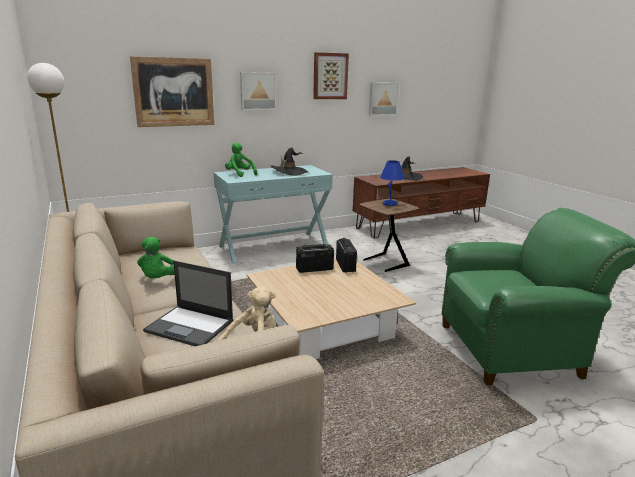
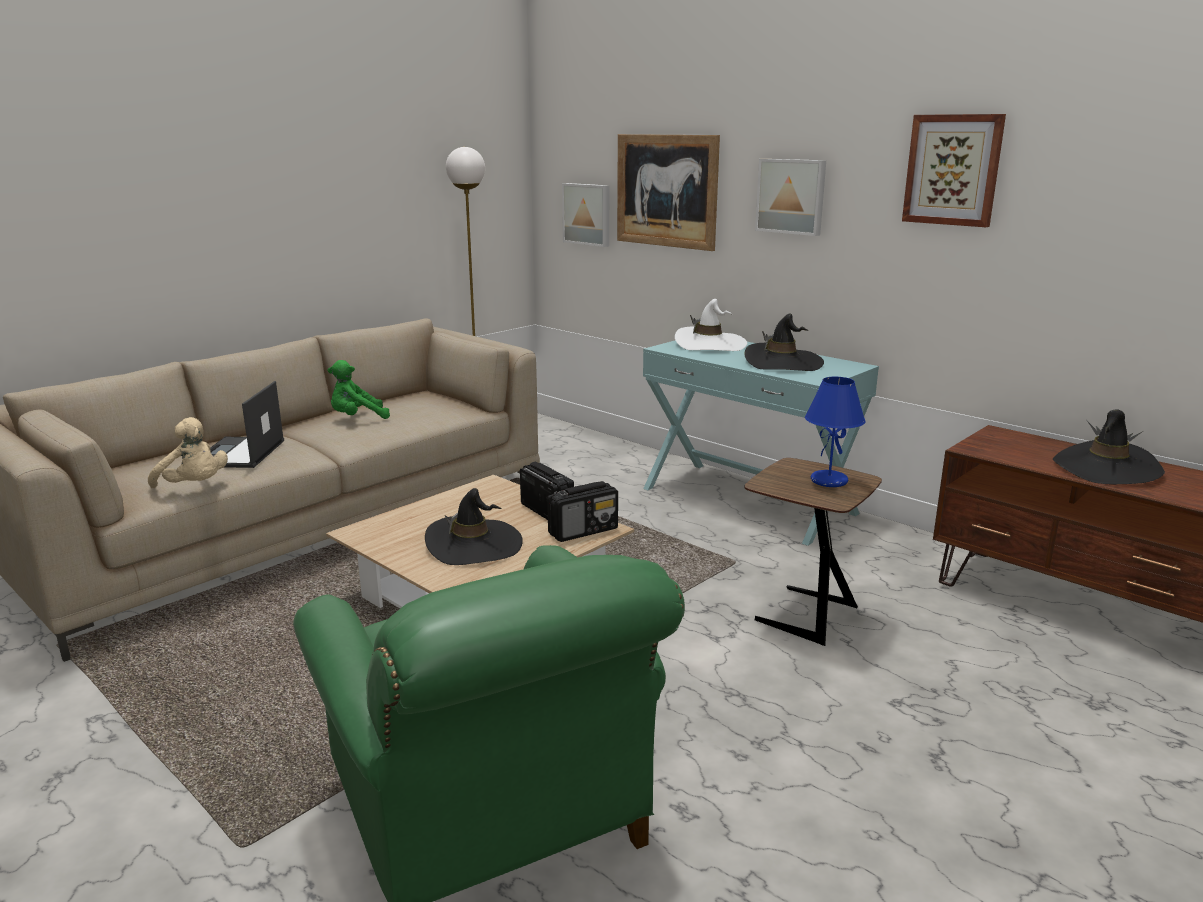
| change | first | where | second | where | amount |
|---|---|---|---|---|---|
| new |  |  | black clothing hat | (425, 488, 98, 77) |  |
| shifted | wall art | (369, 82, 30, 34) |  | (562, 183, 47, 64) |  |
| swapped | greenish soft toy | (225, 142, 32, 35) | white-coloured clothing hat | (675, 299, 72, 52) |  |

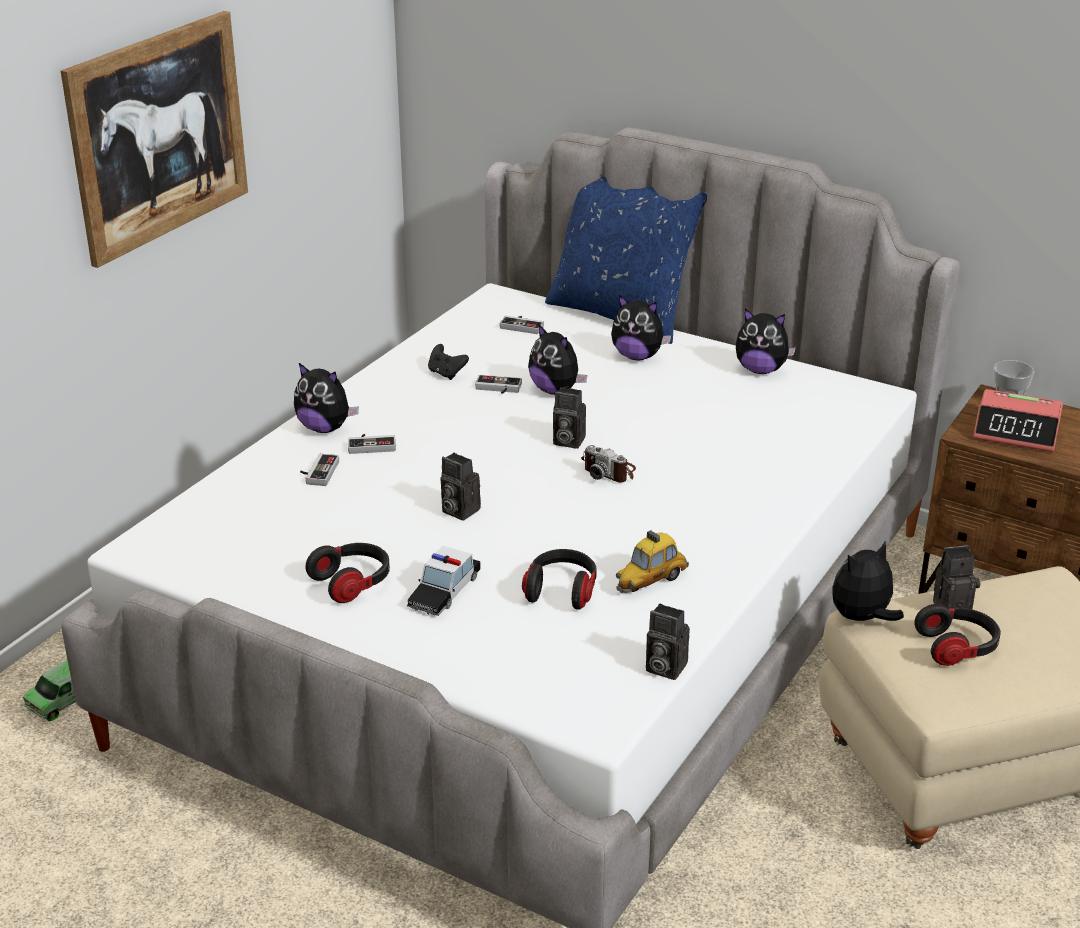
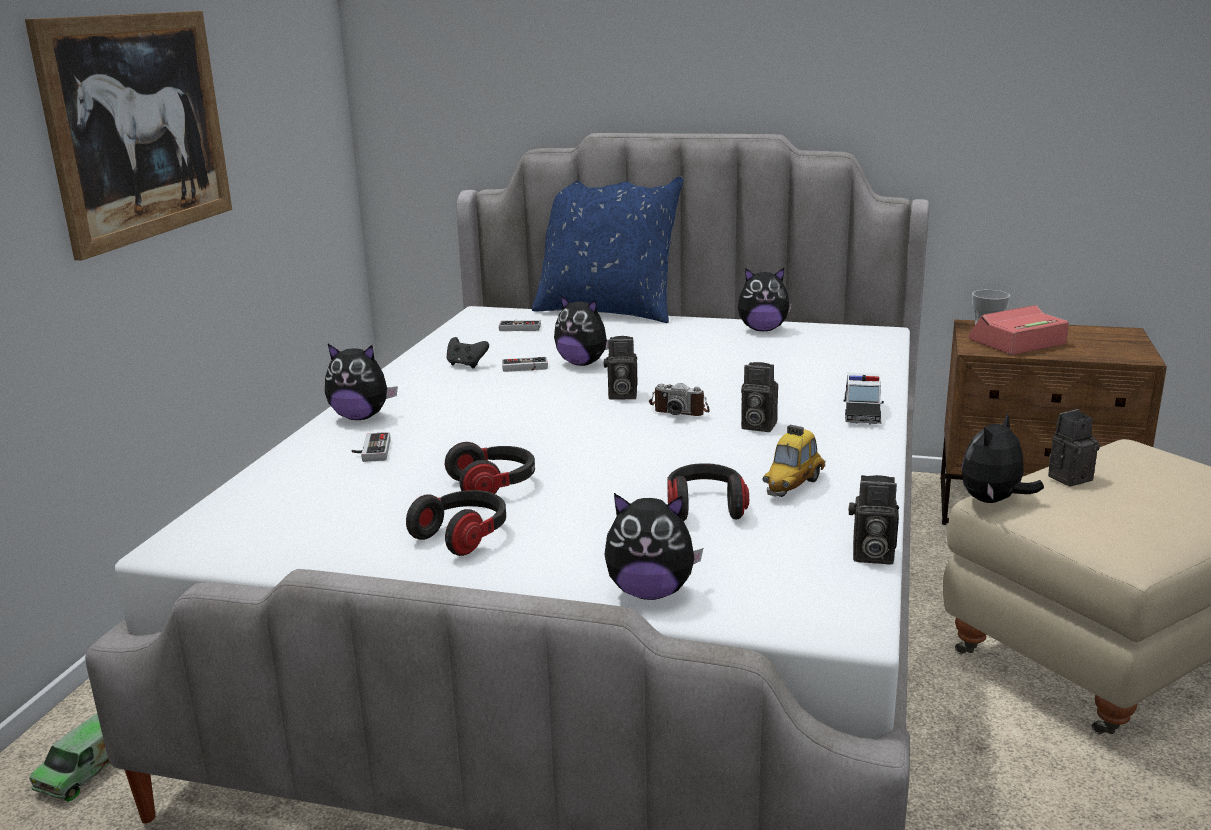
| change | first | where | second | where | amount |
|---|---|---|---|---|---|
| gone | gamepad | (348, 434, 48, 20) |  |  |  |
| shifted | model car | (407, 546, 74, 70) |  | (843, 373, 41, 51) |  |
| shifted | still camera | (441, 453, 40, 68) |  | (741, 362, 37, 70) |  |
| shifted | soft toy | (611, 295, 61, 65) |  | (604, 493, 99, 107) |  |
| shifted | headset | (914, 604, 87, 62) |  | (445, 442, 90, 52) |  |
| rotated | alarm clock | (973, 389, 90, 63) |  | (968, 305, 101, 50) | 150 degrees clockwise |

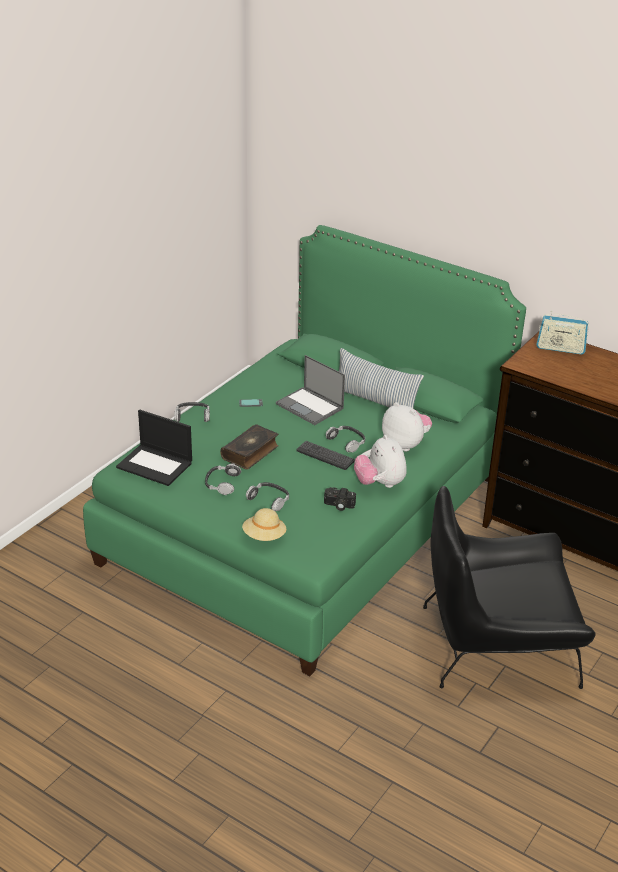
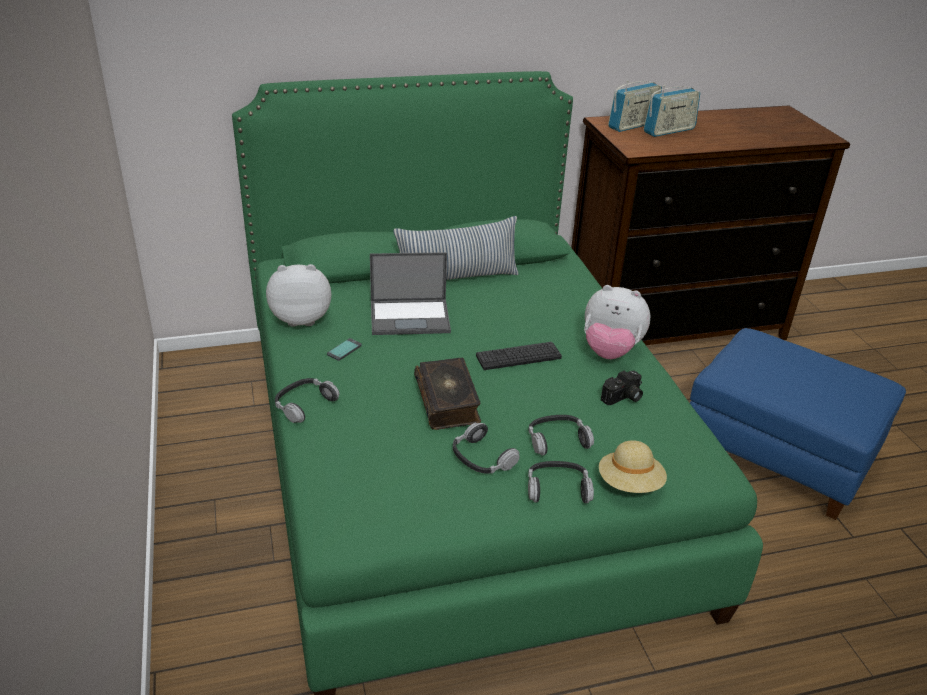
| change | first | where | second | where | amount |
|---|---|---|---|---|---|
| gone | laptop | (116, 409, 76, 77) |  |  |  |
| new |  |  | radio | (644, 85, 56, 52) |  |
| shifted | headset | (326, 426, 39, 26) |  | (528, 461, 66, 42) |  |
| shifted | soft toy | (382, 402, 50, 49) |  | (266, 264, 66, 63) |  |
| swapped | black lounge chair | (423, 486, 173, 203) | bluish footrest | (690, 328, 216, 192) |  |

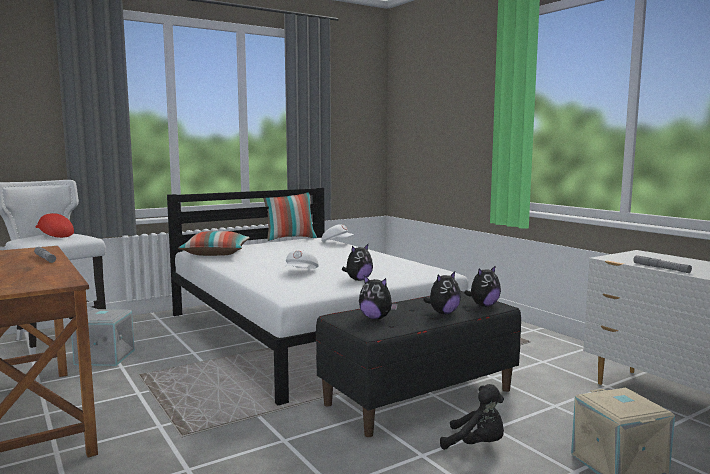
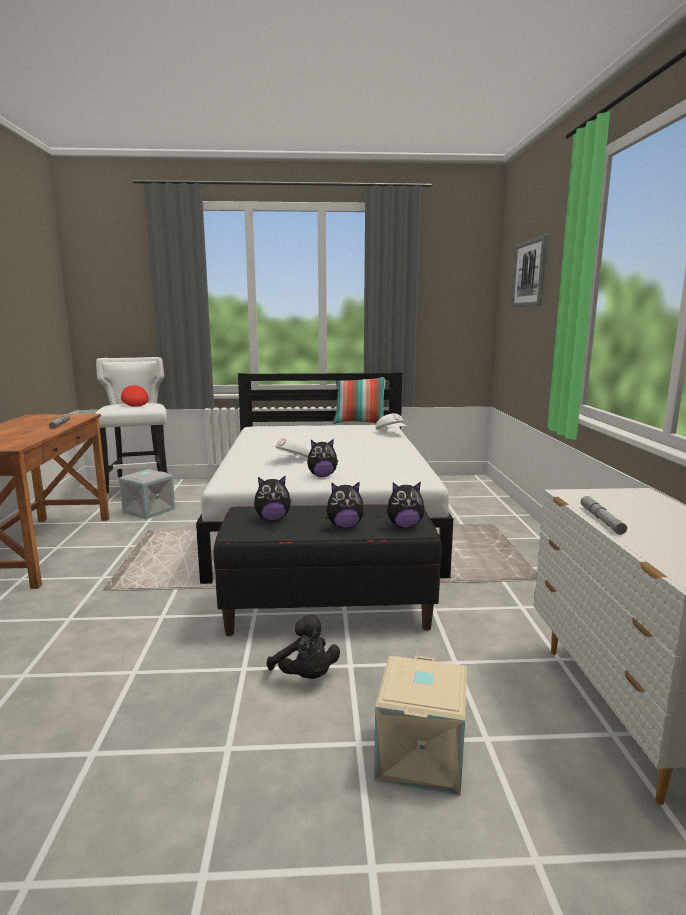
| change | first | where | second | where | amount |
|---|---|---|---|---|---|
| gone | pillow | (178, 231, 72, 25) |  |  |  |
| new |  |  | wall art | (511, 235, 37, 72) |  |
| rotated | soft toy | (359, 275, 39, 45) |  | (254, 476, 38, 45) | 75 degrees counterclockwise |

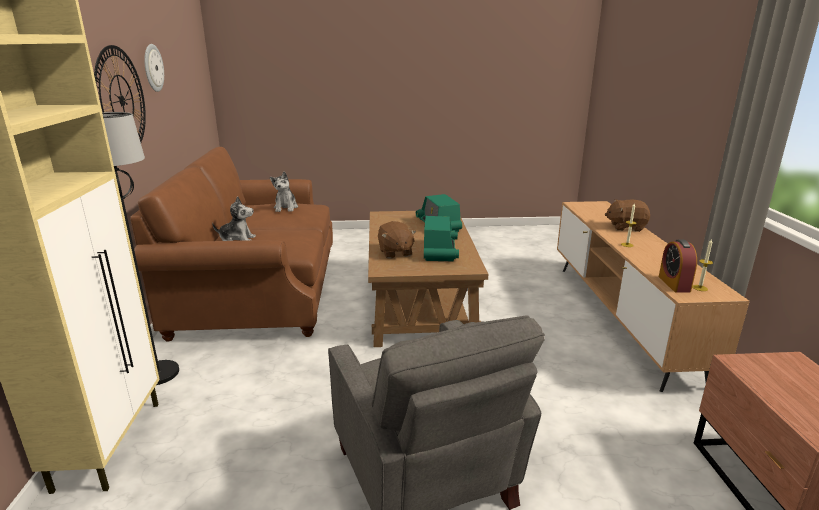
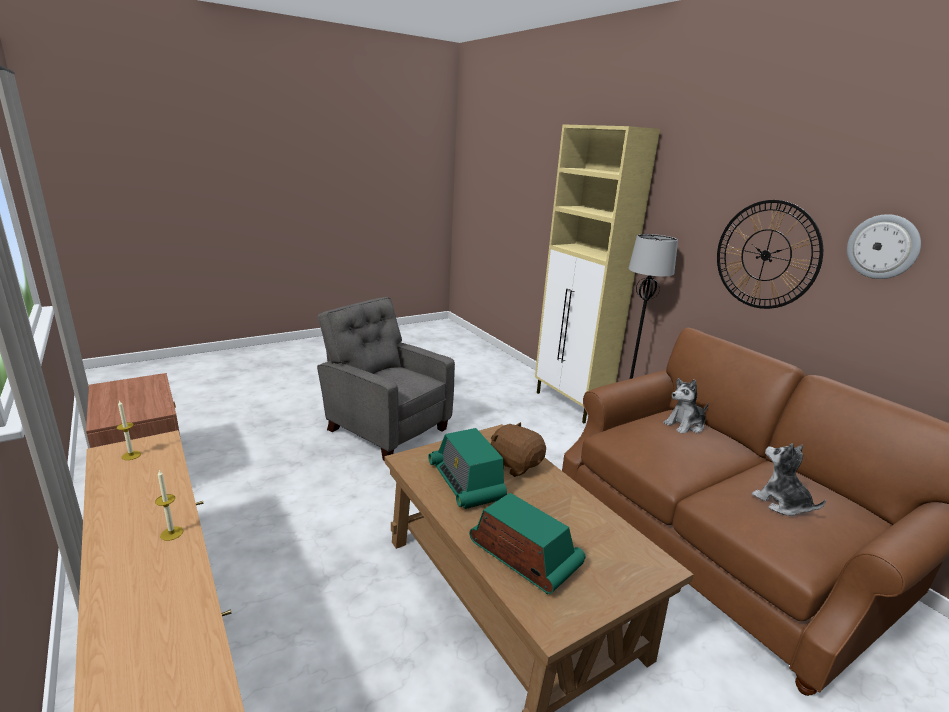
| change | first | where | second | where | amount |
|---|---|---|---|---|---|
| gone | brown soft toy | (605, 199, 45, 33) |  |  |  |
| gone | alarm clock | (659, 240, 38, 52) |  |  |  |

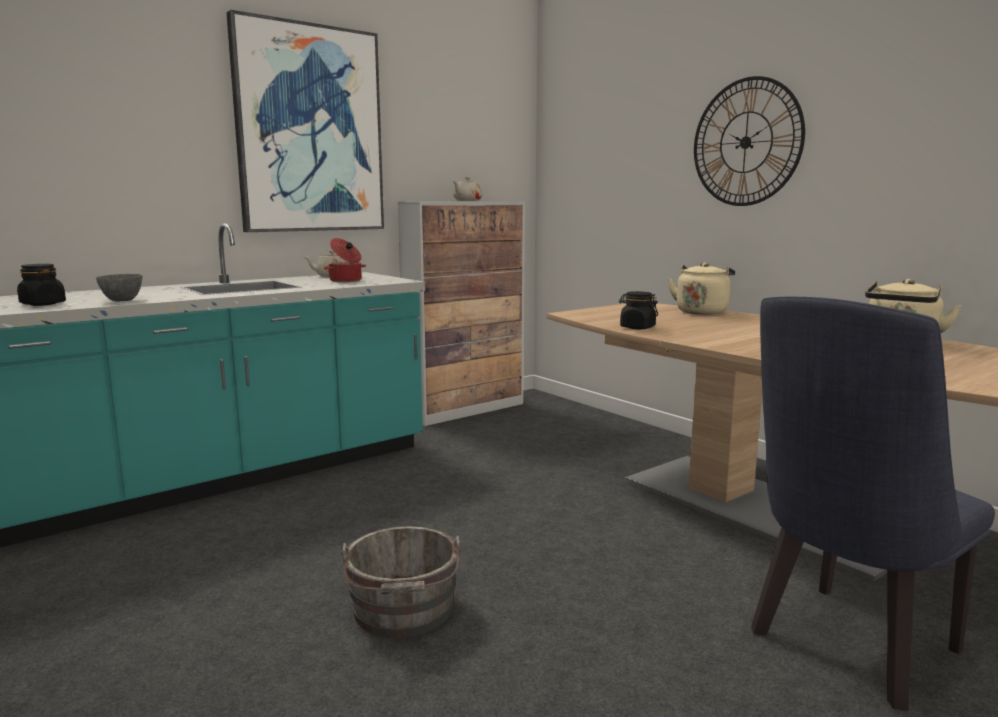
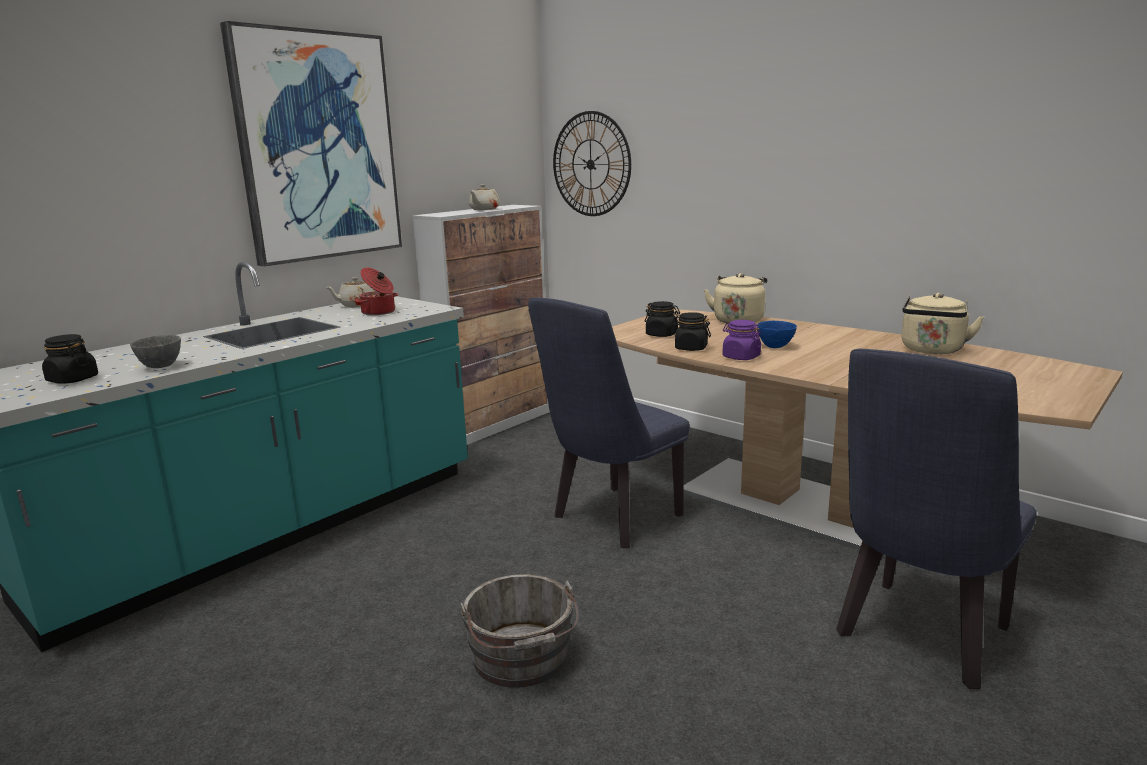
| change | first | where | second | where | amount |
|---|---|---|---|---|---|
| new |  |  | bluish upright chair | (528, 298, 162, 250) |  |
| new |  |  | black jar | (645, 301, 35, 36) |  |
| new |  |  | purple jar | (723, 320, 39, 40) |  |
| new |  |  | bluish bowl | (758, 321, 39, 27) |  |
| shifted | wall clock | (694, 76, 111, 130) |  | (553, 111, 78, 105) |  |

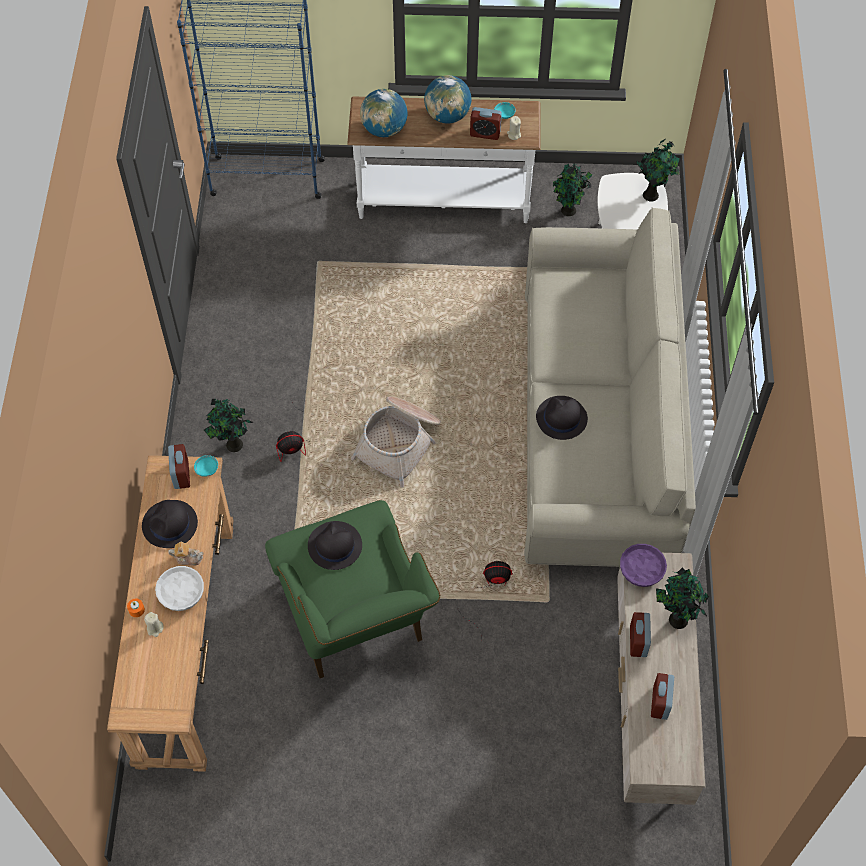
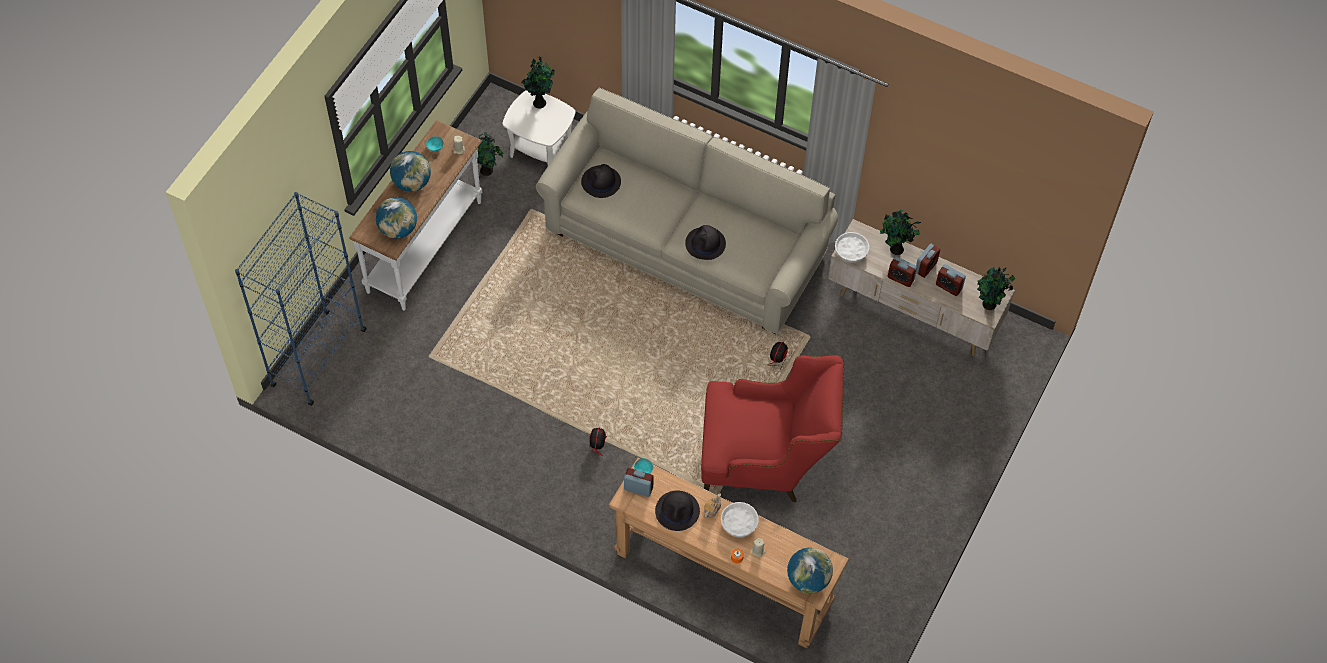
| change | first | where | second | where | amount |
|---|---|---|---|---|---|
| gone | household basket | (351, 396, 90, 92) |  |  |  |
| new |  |  | world globe | (787, 547, 46, 46) |  |
| shifted | potted plant | (204, 399, 49, 53) |  | (977, 267, 39, 43) |  |
| shifted | black clothing hat | (308, 521, 54, 49) |  | (581, 164, 40, 34) |  |
| shifted | alarm clock | (470, 107, 32, 33) |  | (916, 244, 24, 34) |  |
| repainted | greenish lounge chair | (265, 500, 175, 178) | reddish lounge chair | (701, 355, 143, 147) |  |
| repainted | purple bowl | (620, 544, 47, 43) | white-coloured bowl | (835, 232, 34, 31) |  |

